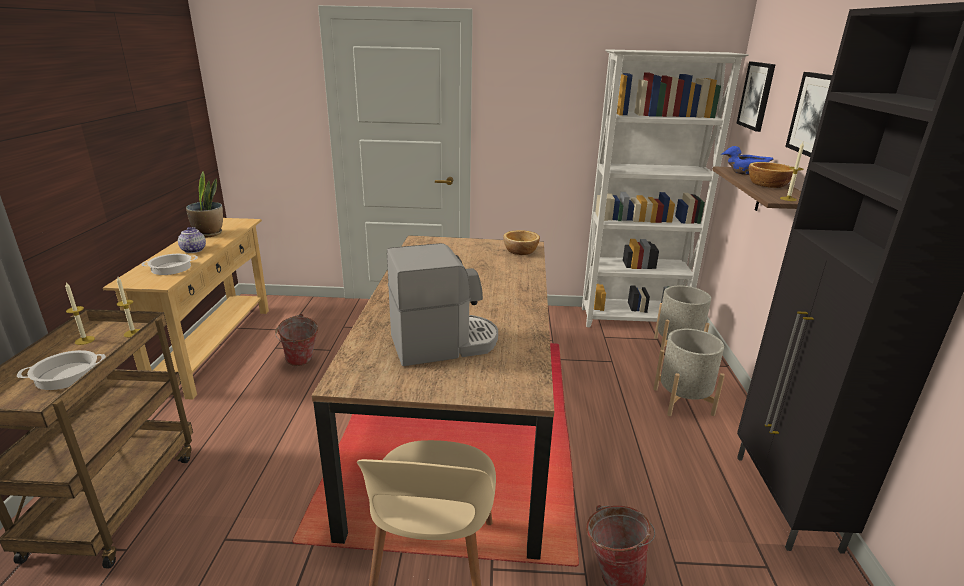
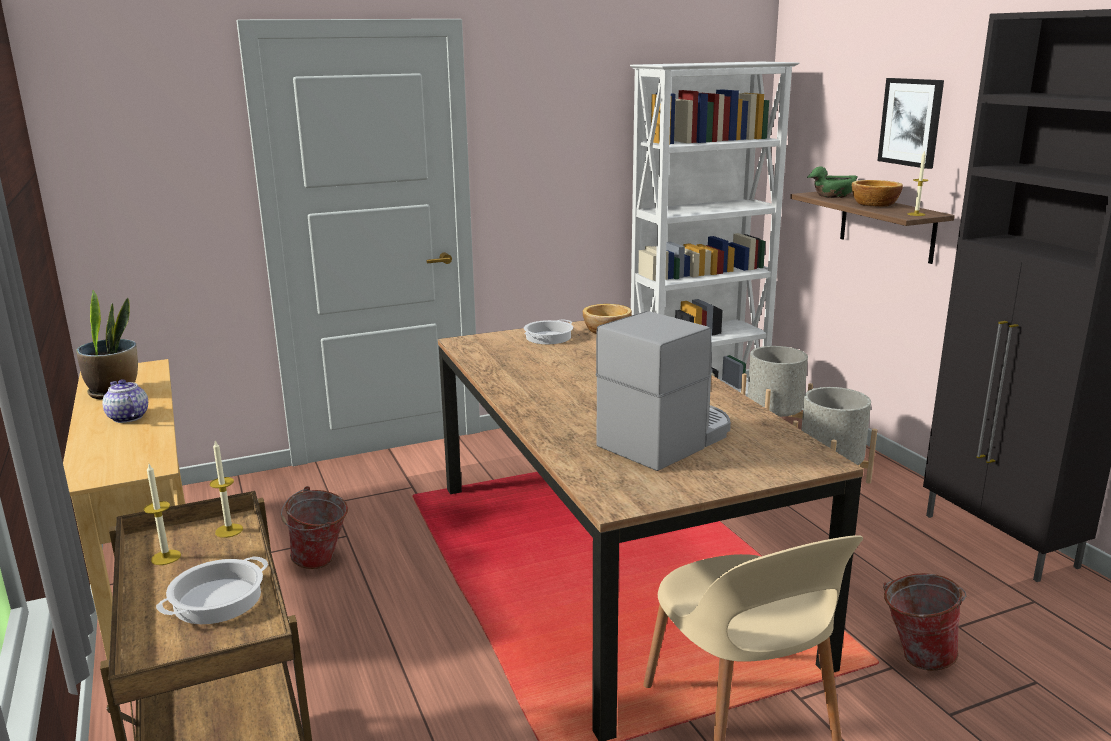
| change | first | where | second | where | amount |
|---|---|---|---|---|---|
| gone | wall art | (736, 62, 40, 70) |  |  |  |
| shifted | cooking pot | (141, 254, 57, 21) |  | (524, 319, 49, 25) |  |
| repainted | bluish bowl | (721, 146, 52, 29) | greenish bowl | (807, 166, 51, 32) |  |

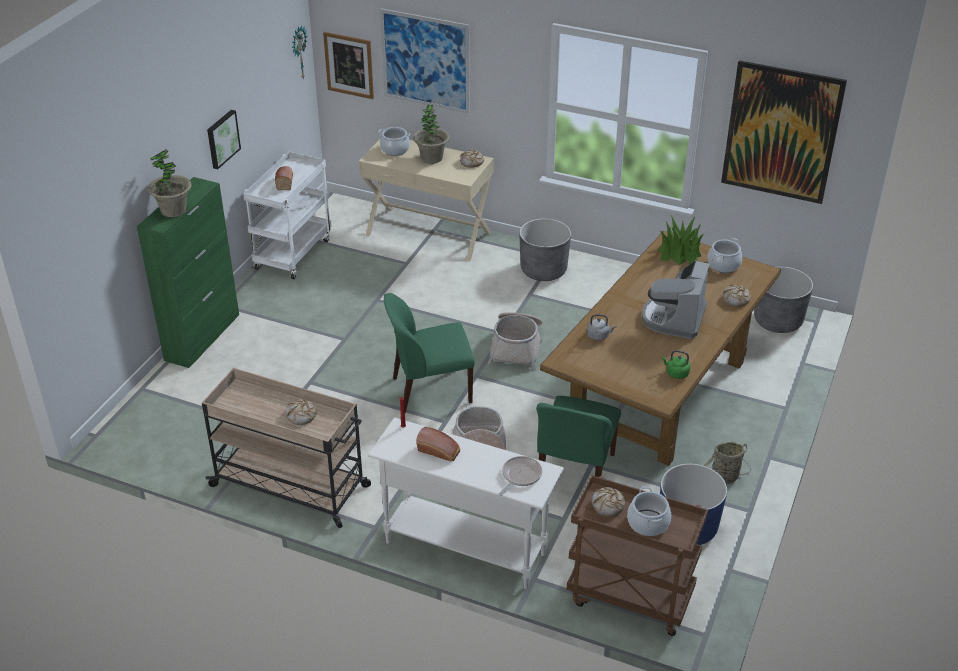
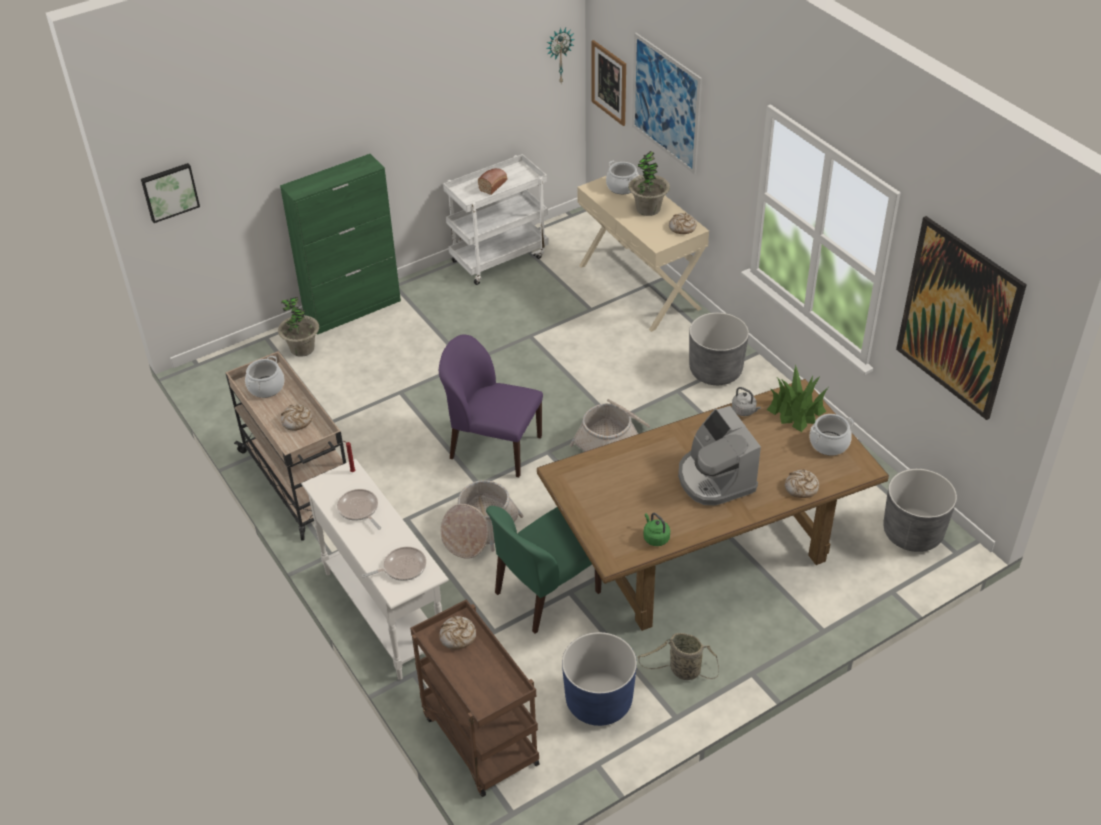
| change | first | where | second | where | amount |
|---|---|---|---|---|---|
| shifted | potted plant | (148, 149, 44, 68) |  | (278, 297, 41, 60) |  |
| shifted | wall art | (207, 110, 34, 59) |  | (141, 163, 59, 60) |  |
| shifted | greyish tea kettle | (587, 314, 30, 26) |  | (732, 387, 29, 29) |  |
| shifted | cooking pot | (627, 487, 44, 49) |  | (245, 356, 40, 42) |  |
| swapped | baked bread | (416, 427, 44, 35) | frying pan | (337, 489, 44, 41) |  |
| repainted | greenish upright chair | (384, 293, 90, 120) | purple upright chair | (439, 334, 104, 143) |  |
| rotated | coffee brewer | (642, 260, 67, 79) |  | (678, 406, 83, 99) | 75 degrees counterclockwise |

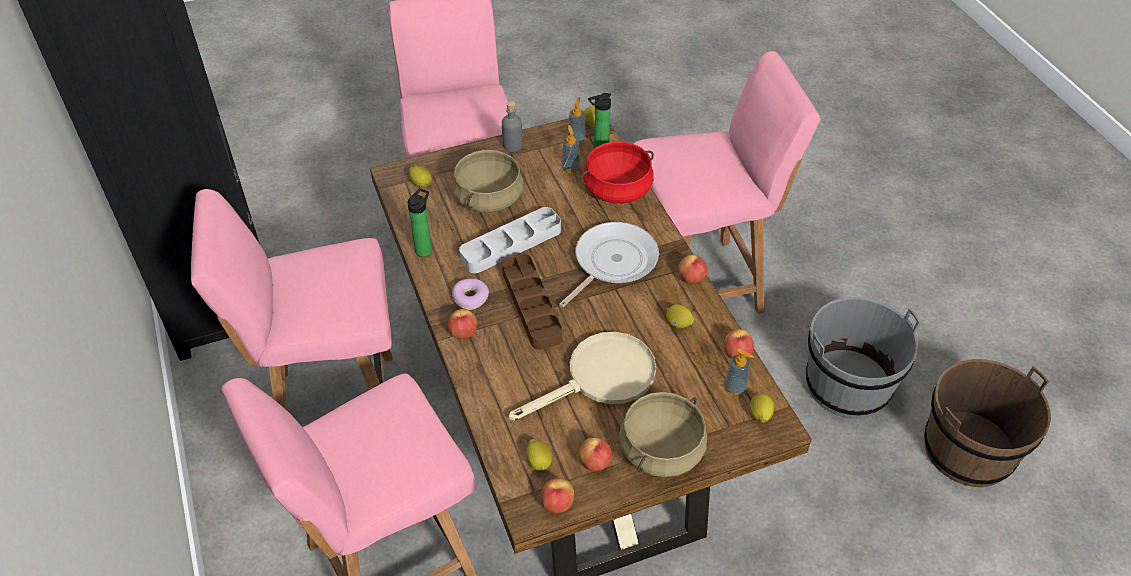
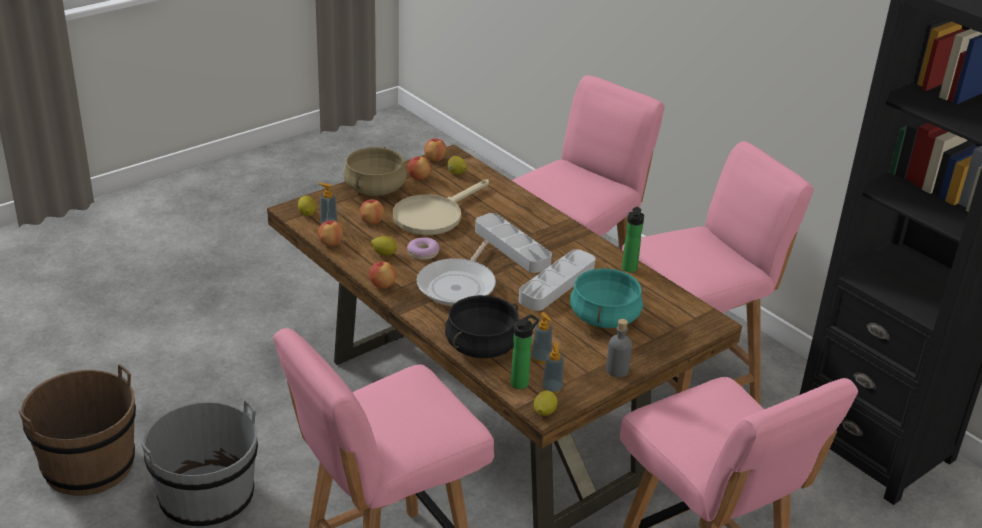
| change | first | where | second | where | amount |
|---|---|---|---|---|---|
| gone | lemon | (409, 166, 23, 21) |  |  |  |
| shifted | apple | (447, 309, 30, 30) |  | (360, 199, 24, 25) |  |
| shifted | ring doughnut | (452, 279, 37, 31) |  | (407, 237, 33, 23) |  |
| repainted | beige-coloured cooking pot | (452, 150, 71, 63) | turquoise cooking pot | (570, 267, 73, 61) |  |
| repainted | brown serving tray | (502, 254, 60, 95) | greyish serving tray | (475, 213, 77, 60) |  |
| repainted | reddish cooking pot | (579, 142, 75, 61) | black cooking pot | (445, 295, 73, 63) |  |

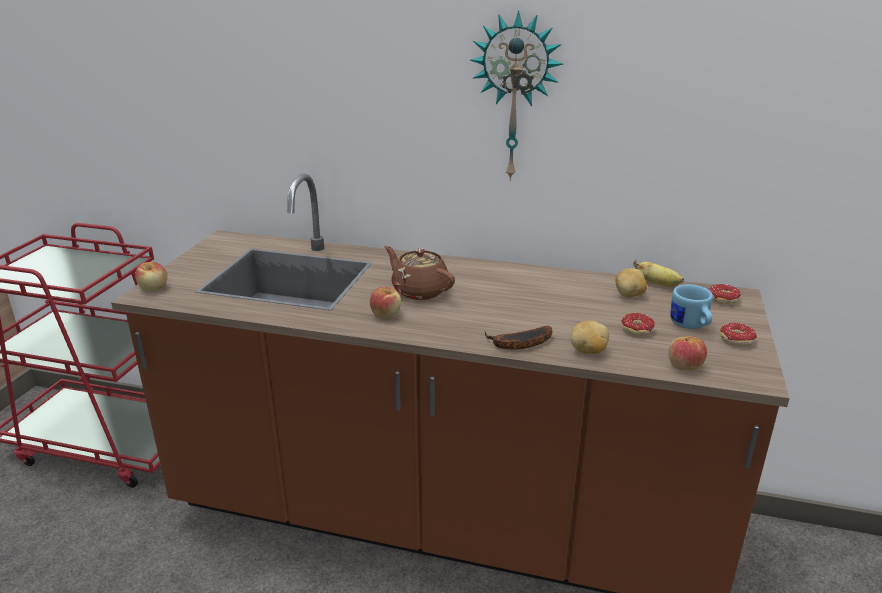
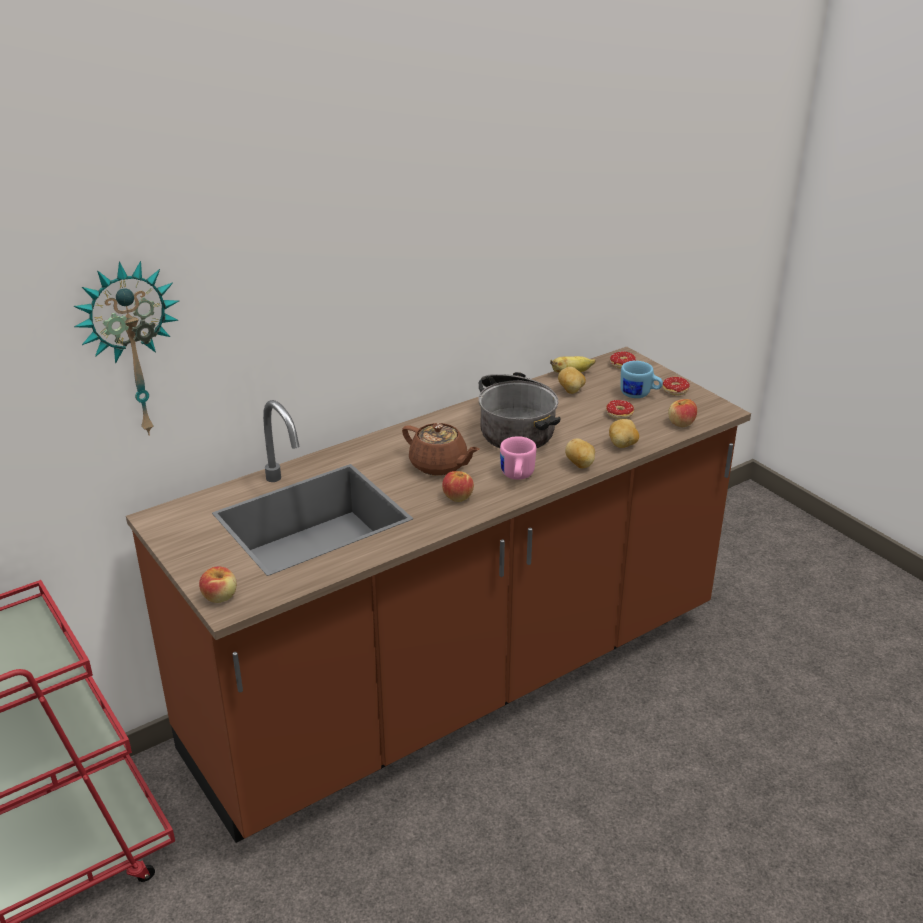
| change | first | where | second | where | amount |
|---|---|---|---|---|---|
| new |  |  | cooking pot | (478, 372, 82, 76) |  |
| new |  |  | pink-coloured tea mug | (500, 436, 36, 44) |  |
| shifted | wall clock | (470, 10, 93, 171) |  | (74, 261, 105, 175) |  |
| swapped | banana fruit | (485, 326, 67, 23) | whole potato | (565, 438, 30, 30) |  |
| rotated | brown pot for tea | (384, 246, 71, 54) |  | (402, 423, 78, 53) | 135 degrees counterclockwise |

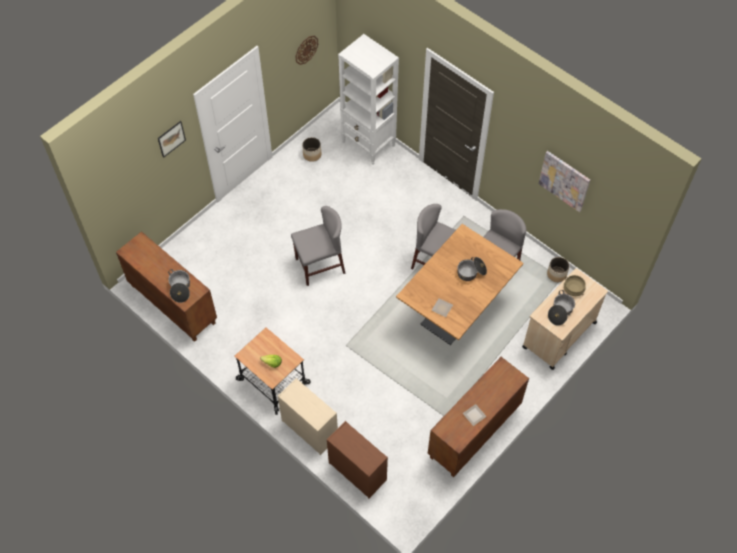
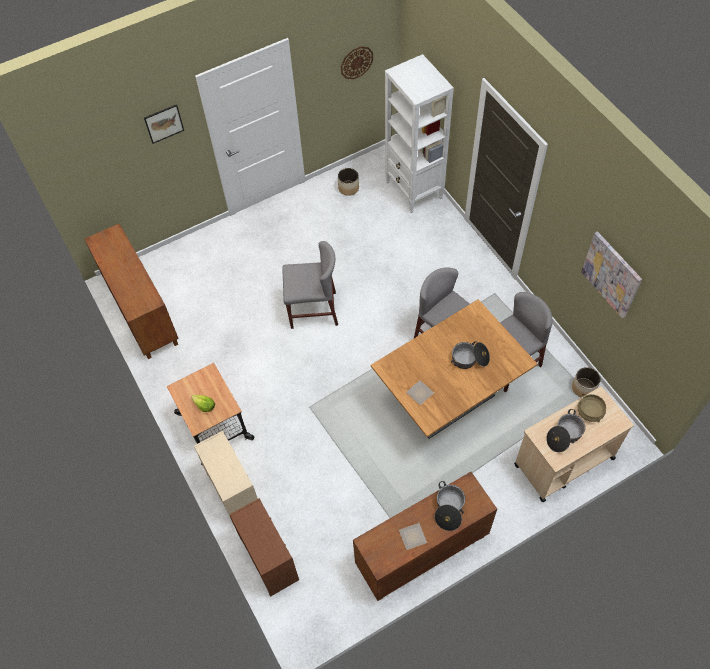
| change | first | where | second | where | amount |
|---|---|---|---|---|---|
| shifted | cooking pot | (168, 269, 22, 34) |  | (435, 481, 30, 50) |  |

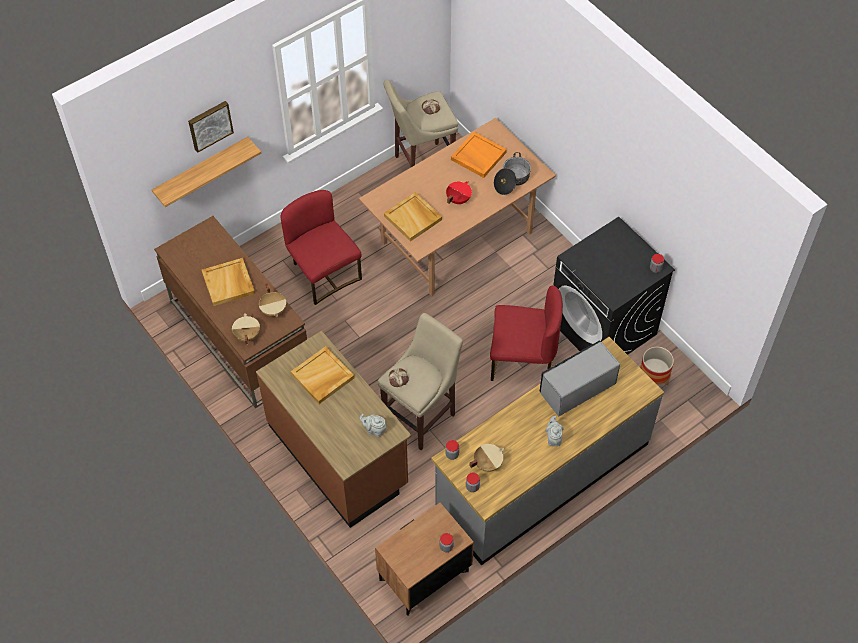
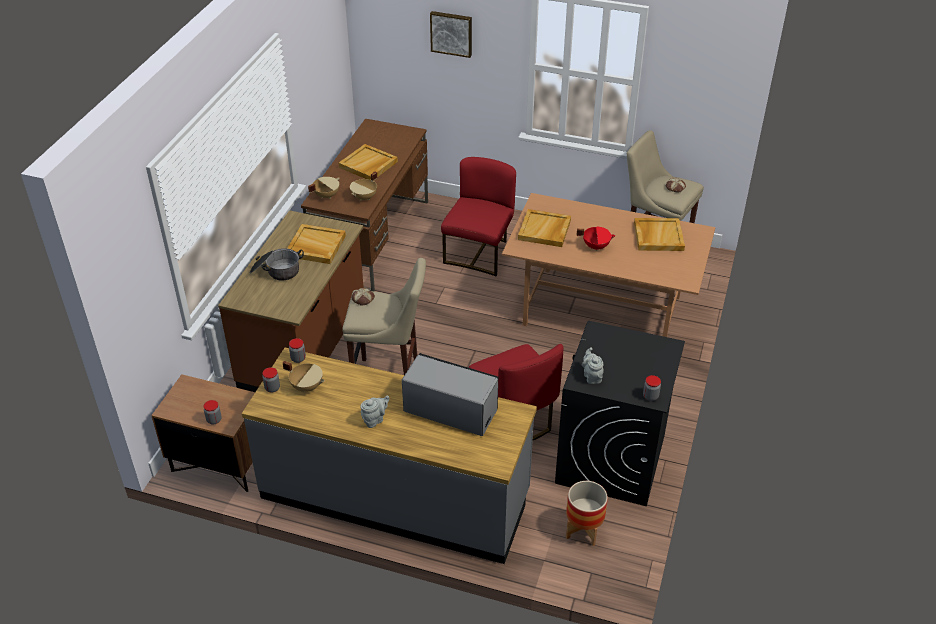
| change | first | where | second | where | amount |
|---|---|---|---|---|---|
| gone | bracket shelf | (152, 137, 109, 70) |  |  |  |
| shifted | greyish pot for tea | (360, 414, 26, 23) |  | (582, 347, 22, 37) |  |
| shifted | cooking pot | (494, 152, 37, 43) |  | (250, 248, 54, 33) |  |
| repainted | orange-coloured serving tray | (451, 132, 56, 46) | beige-coloured serving tray | (634, 218, 51, 33) |  |

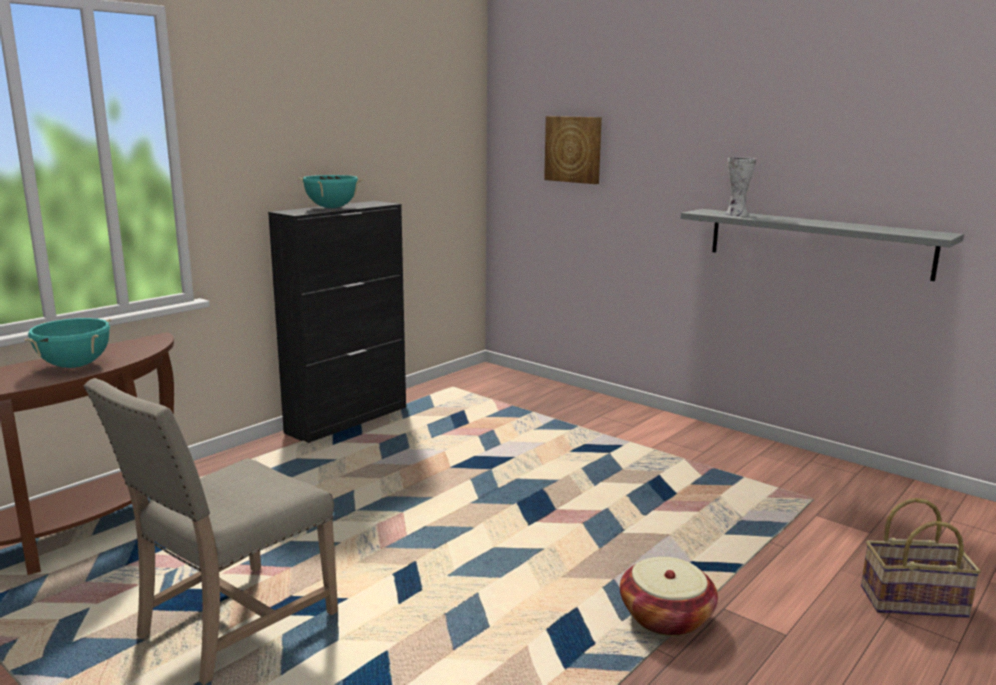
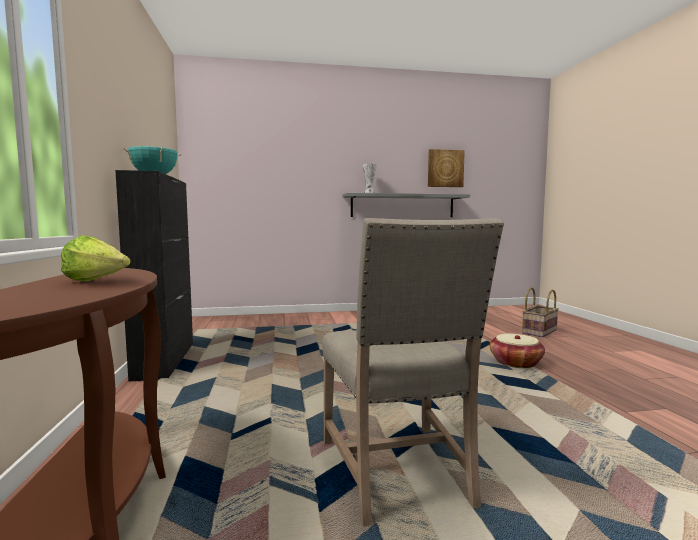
| change | first | where | second | where | amount |
|---|---|---|---|---|---|
| shifted | wall art | (544, 116, 58, 68) |  | (428, 149, 37, 38) |  |
| swapped | turquoise cooking pot | (24, 318, 87, 50) | lettuce | (61, 235, 70, 46) |  |

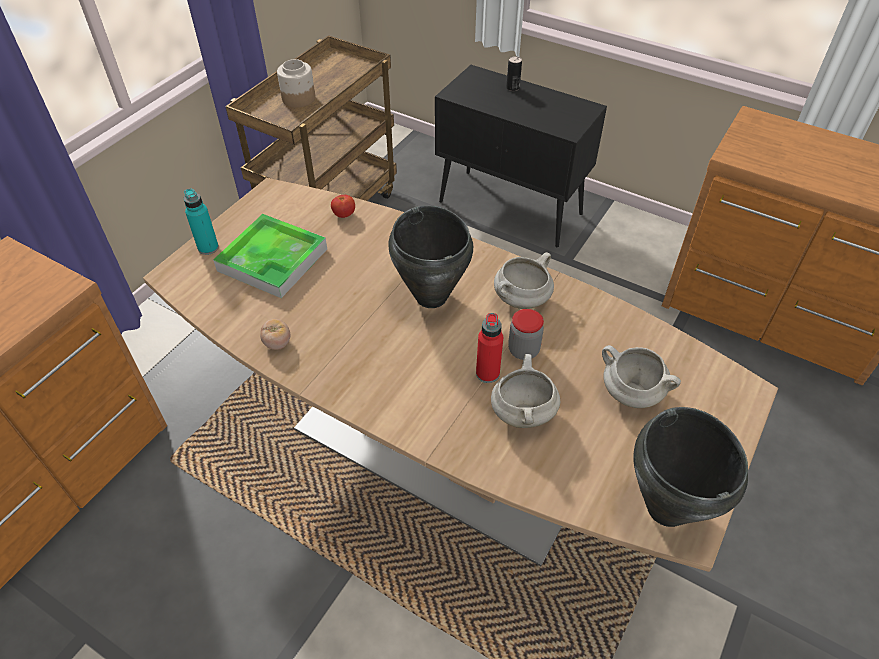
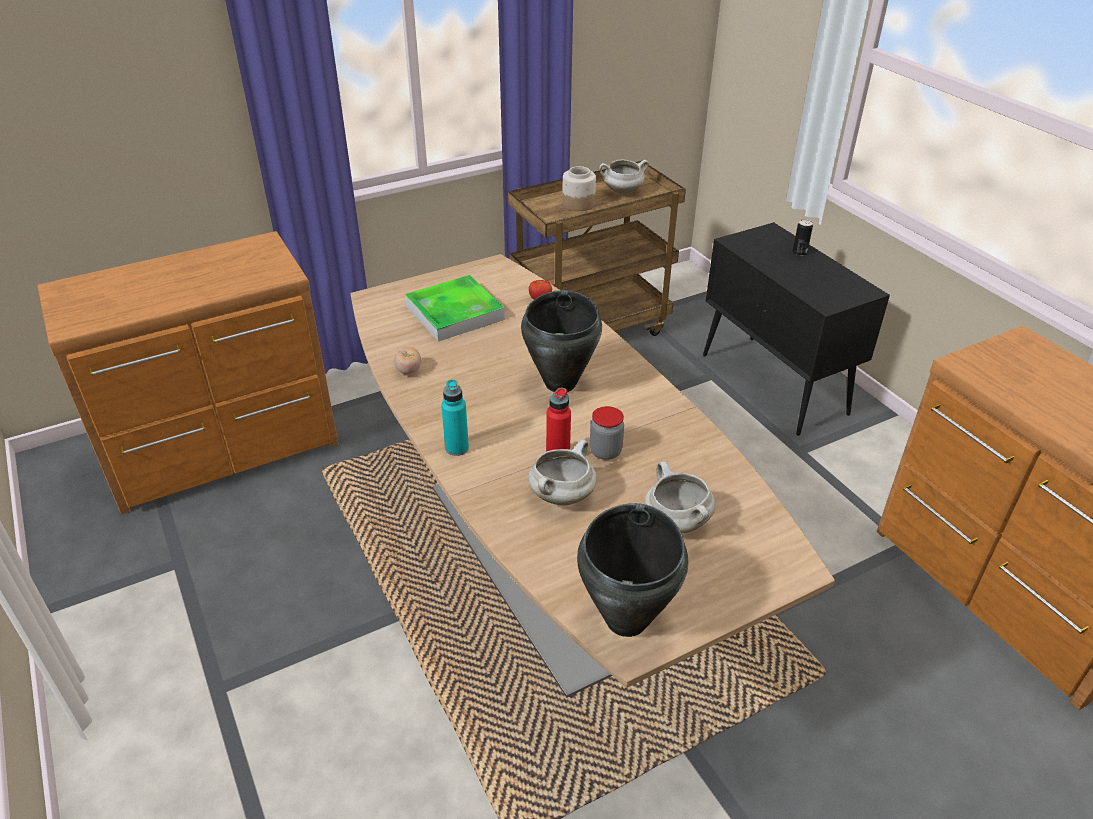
| change | first | where | second | where | amount |
|---|---|---|---|---|---|
| shifted | turquoise beverage bottle | (184, 188, 35, 67) |  | (441, 380, 28, 76) |  |
| shifted | white-coloured cooking pot | (494, 252, 60, 57) |  | (599, 160, 50, 34) |  |

